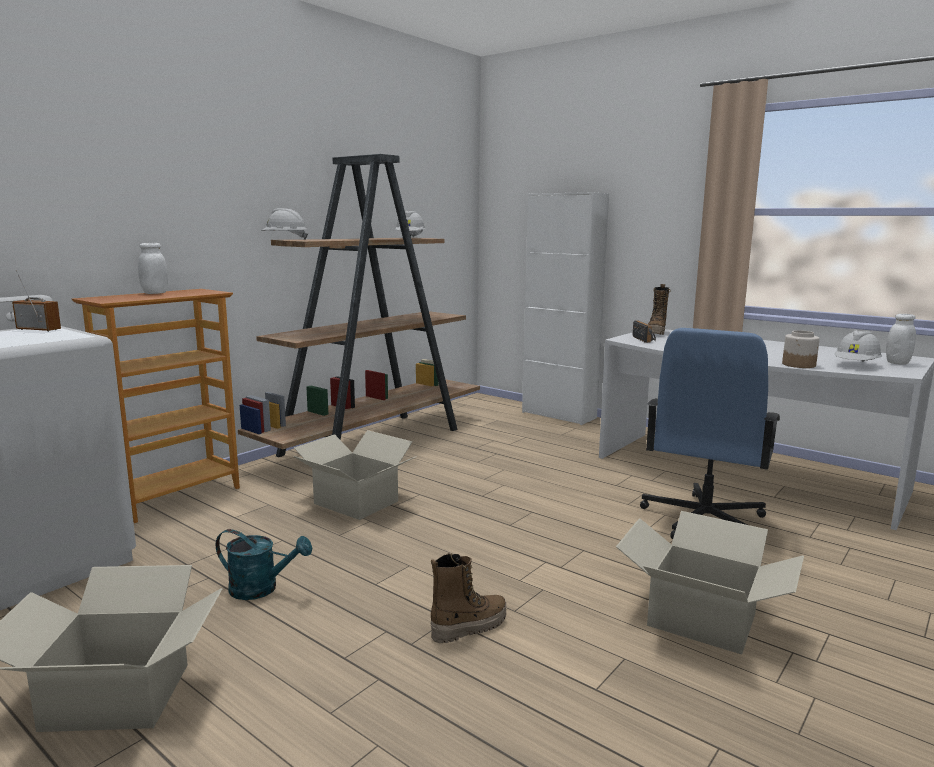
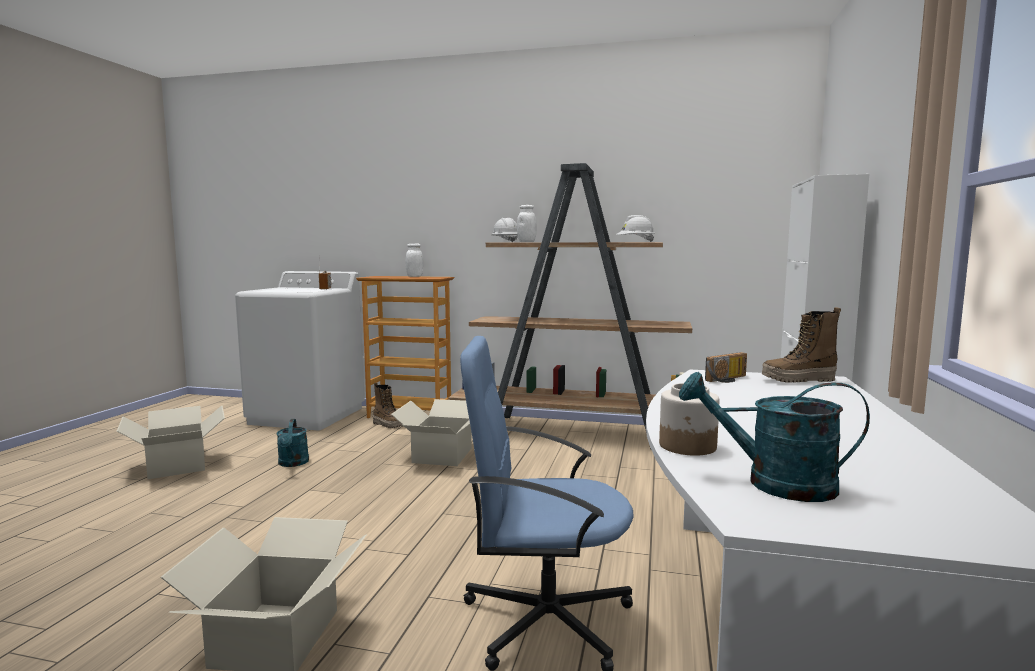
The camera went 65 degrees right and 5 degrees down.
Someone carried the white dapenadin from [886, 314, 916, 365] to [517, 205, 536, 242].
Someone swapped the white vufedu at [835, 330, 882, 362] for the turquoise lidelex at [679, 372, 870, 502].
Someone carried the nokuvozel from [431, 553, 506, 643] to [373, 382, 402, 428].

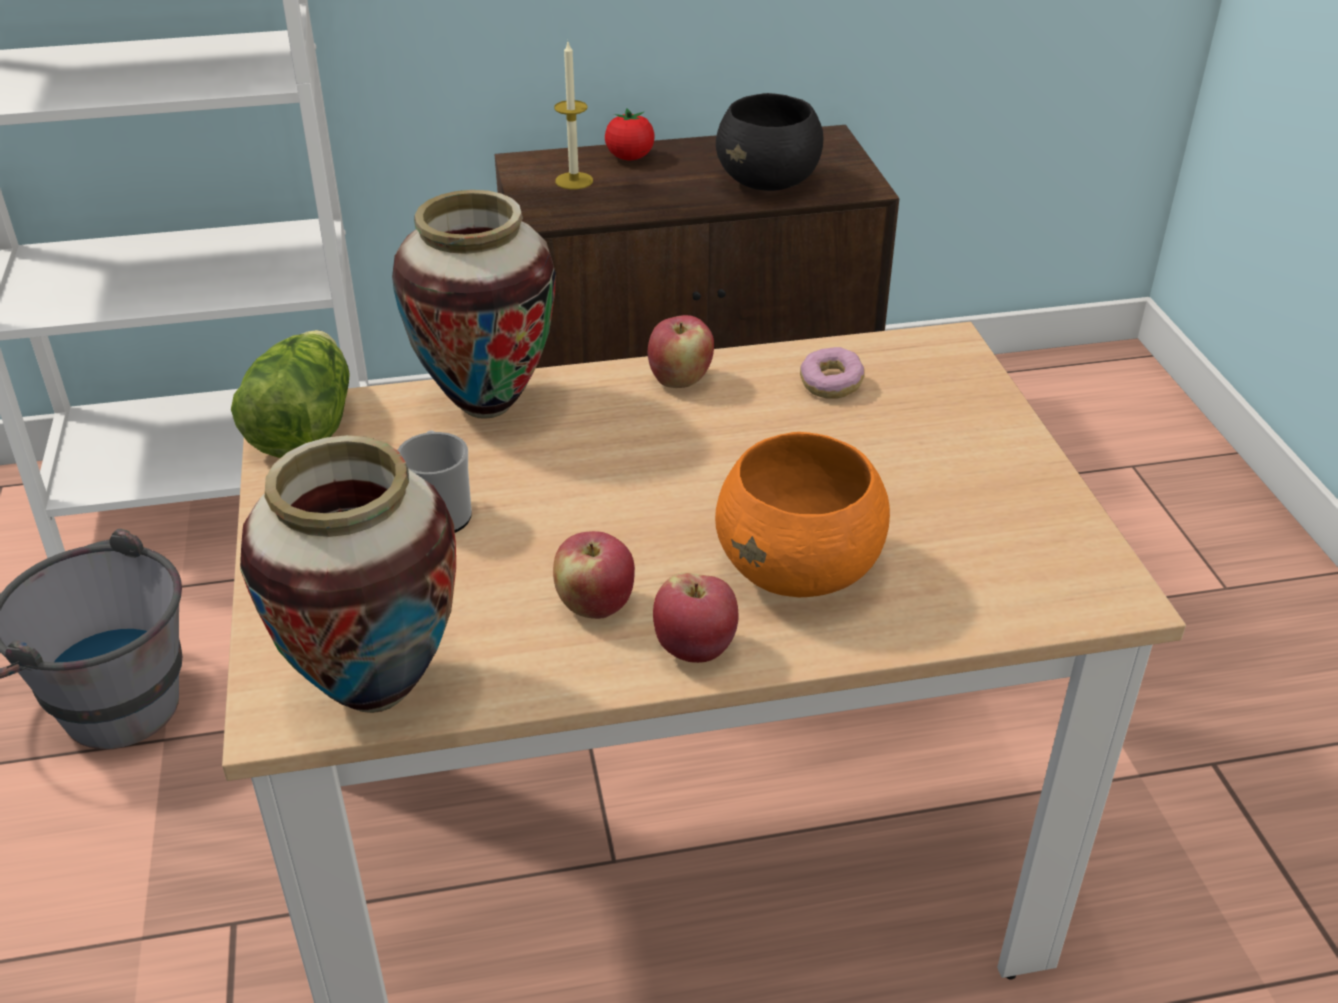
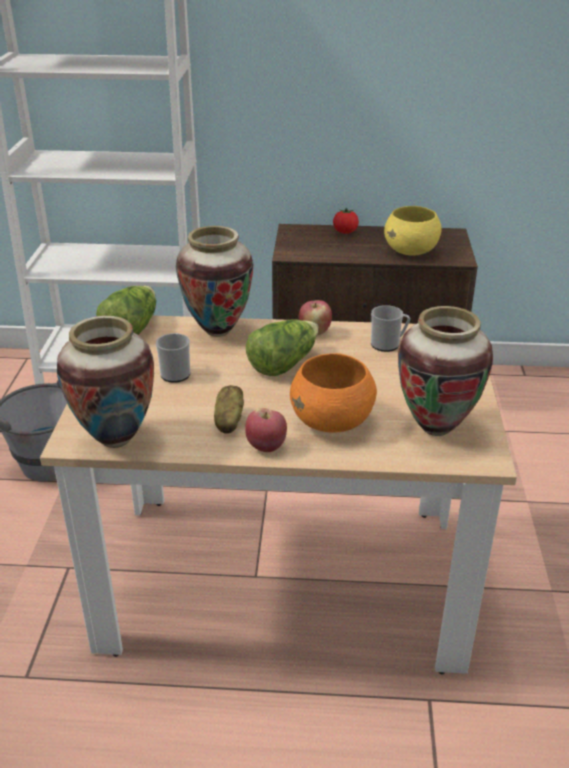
The camera went 15 degrees right and 5 degrees down.
Someone took away the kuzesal at [554, 42, 593, 189].
Someone repainted the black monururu at [716, 93, 823, 191], which became the yellow monururu at [384, 206, 442, 256].
Someone swapped the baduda at [800, 347, 865, 399] for the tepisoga at [371, 305, 410, 352].
Someone swapped the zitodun at [553, 531, 635, 619] for the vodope at [214, 385, 244, 434].
Someone put down the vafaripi at [398, 306, 493, 436].
Someone put down the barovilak at [246, 319, 319, 376].

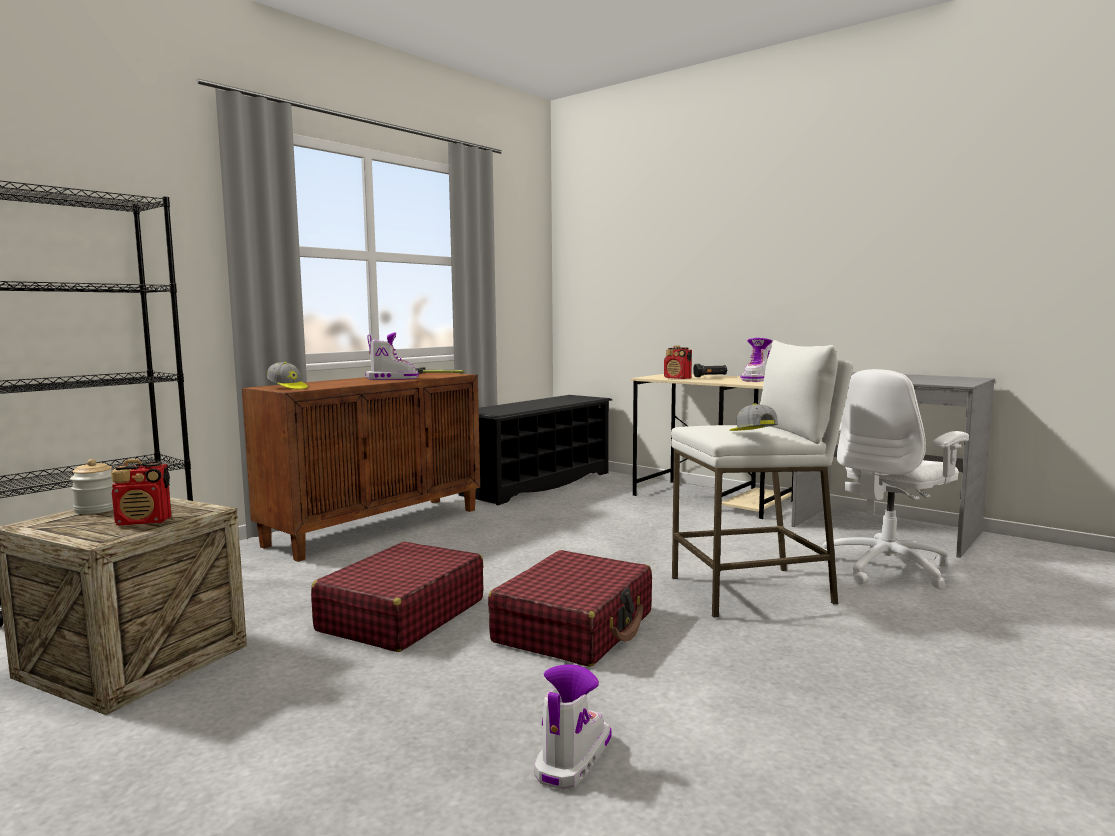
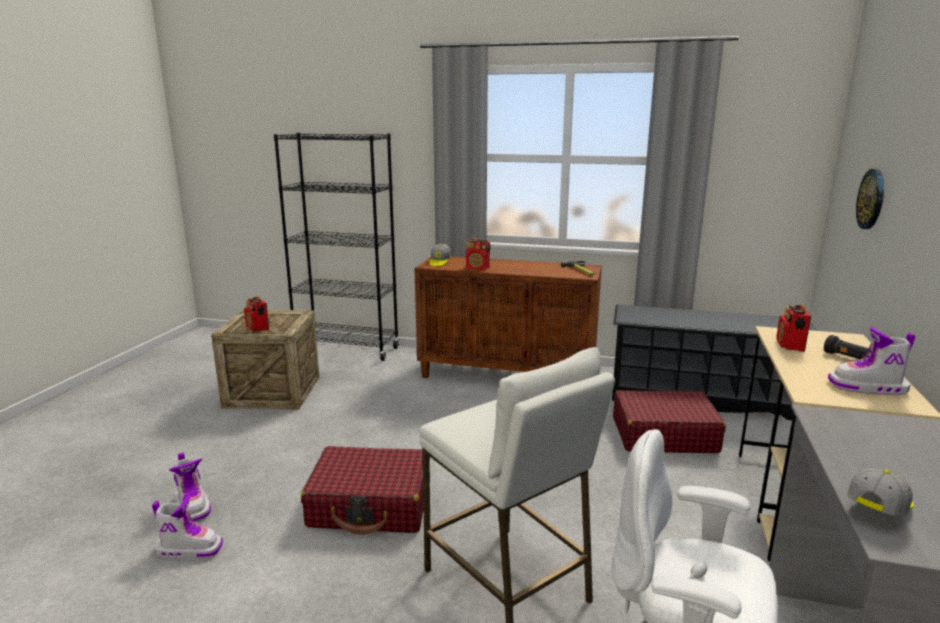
The camera went 65 degrees right and 10 degrees up.
Someone carried the nokuvozel from [365, 332, 419, 380] to [169, 452, 211, 522].
Someone carried the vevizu from [730, 403, 778, 431] to [847, 468, 914, 516].
Someone took away the dapenadin at [70, 459, 114, 514].
Someone carried the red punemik from [311, 541, 483, 652] to [613, 390, 726, 453].
Someone put up the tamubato at [856, 169, 884, 229].
Someone put down the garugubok at [466, 238, 490, 270].

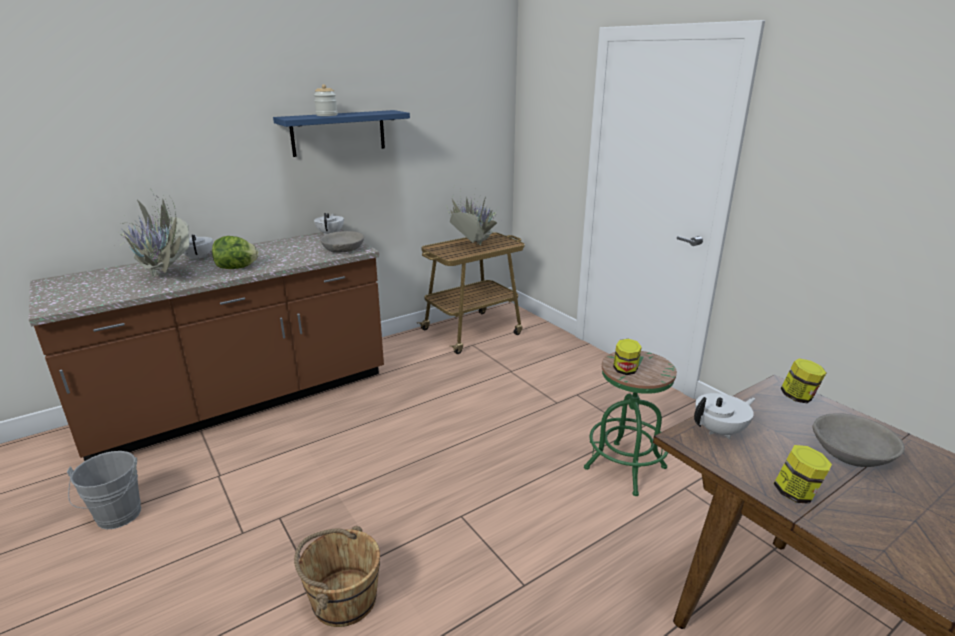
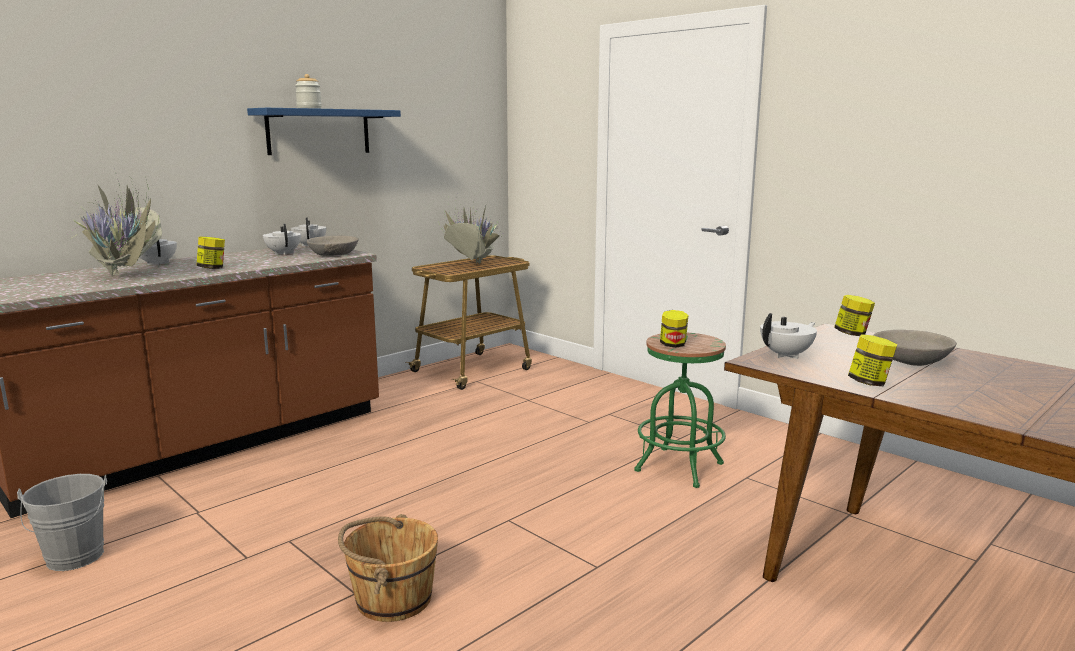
The camera went 10 degrees left and 10 degrees down.
Someone swapped the barovilak at [212, 236, 258, 269] for the dapenadin at [197, 237, 225, 269].
Someone put down the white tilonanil at [263, 224, 301, 255].

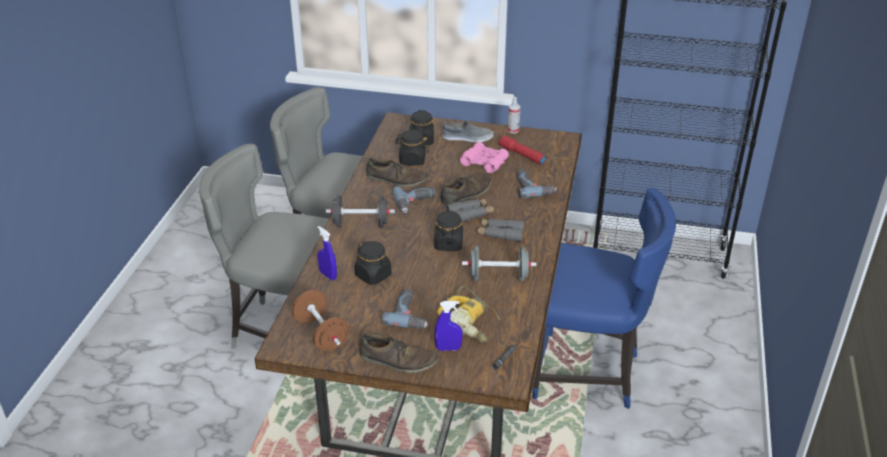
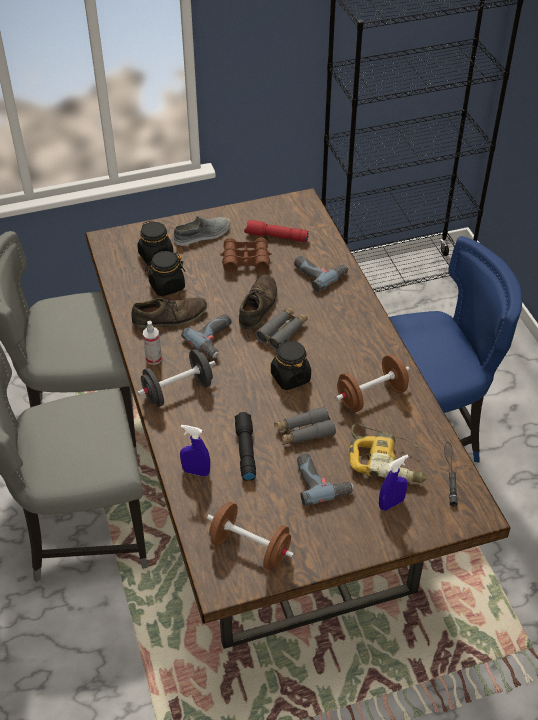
The camera went 30 degrees left and 10 degrees up.
Someone carried the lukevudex from [508, 97, 520, 133] to [143, 321, 162, 365].
Someone repainted the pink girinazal at [460, 142, 509, 173], which became the brown girinazal at [220, 238, 272, 273].
Someone carried the grey girinazal from [477, 219, 524, 242] to [274, 406, 336, 445].
Someone swapped the black dapenadin at [355, 241, 391, 285] for the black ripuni at [235, 412, 256, 481].
Someone repainted the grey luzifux at [462, 246, 536, 282], which became the brown luzifux at [335, 354, 410, 412].
Someone took away the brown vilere at [360, 333, 438, 373].

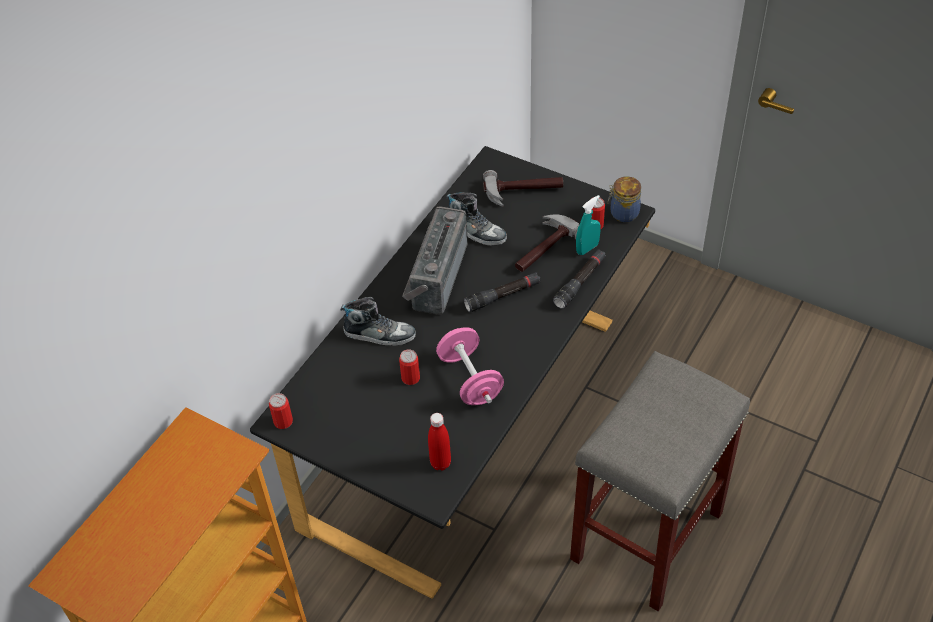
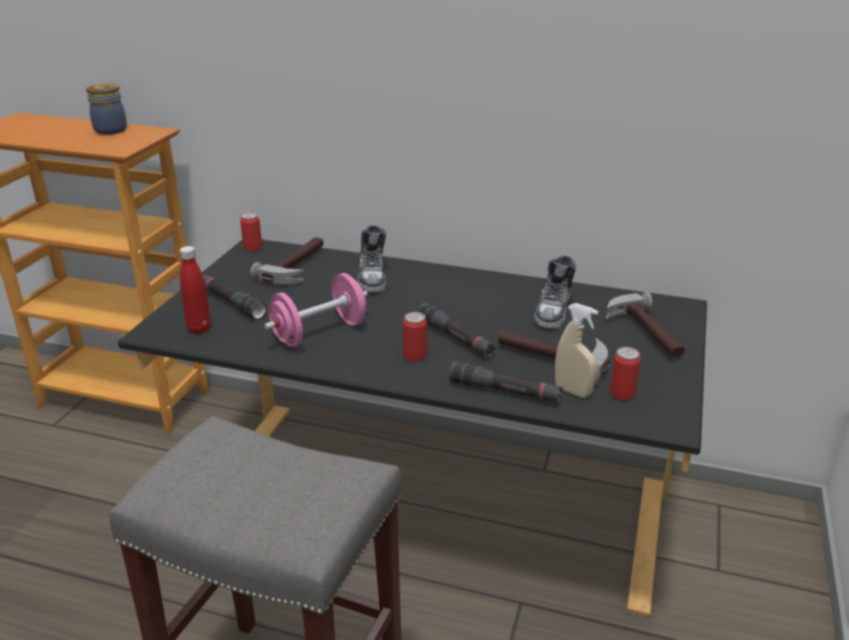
The camera went 75 degrees right and 20 degrees down.
Someone carried the dapenadin from [608, 177, 641, 222] to [86, 83, 127, 135].
Someone repainted the turquoise lukevudex at [576, 195, 600, 255], which became the beige lukevudex at [555, 303, 598, 397].
Someone took away the garugubok at [402, 206, 468, 315].
Someone carried the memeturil from [399, 349, 420, 385] to [403, 312, 427, 362].
Someone put down the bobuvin at [250, 237, 324, 285].
Someone put down the black ripuni at [203, 274, 267, 319].

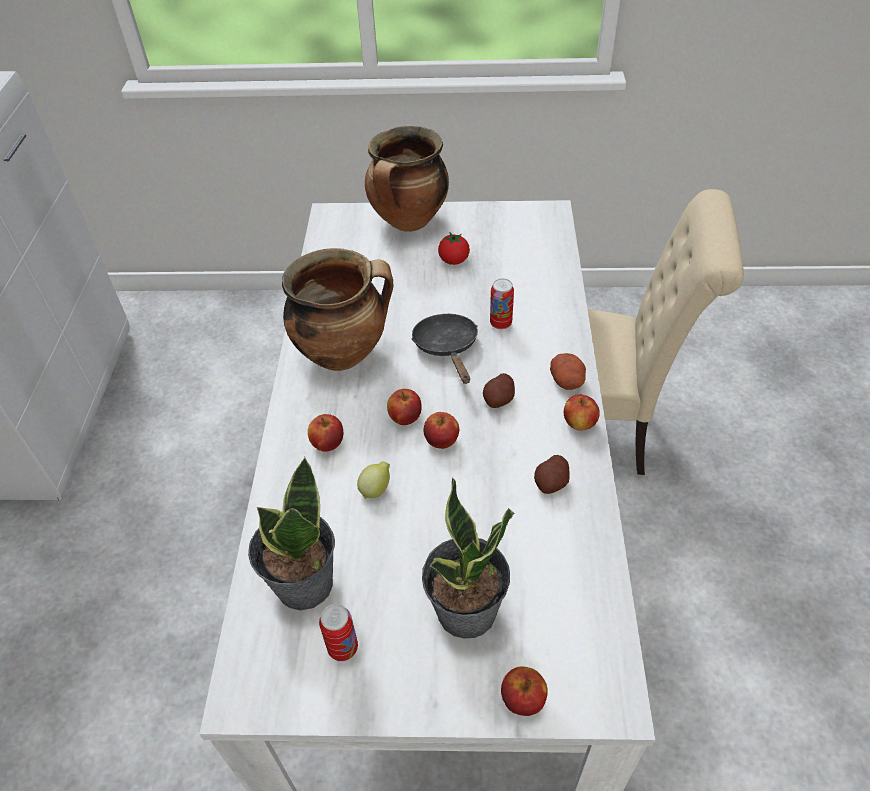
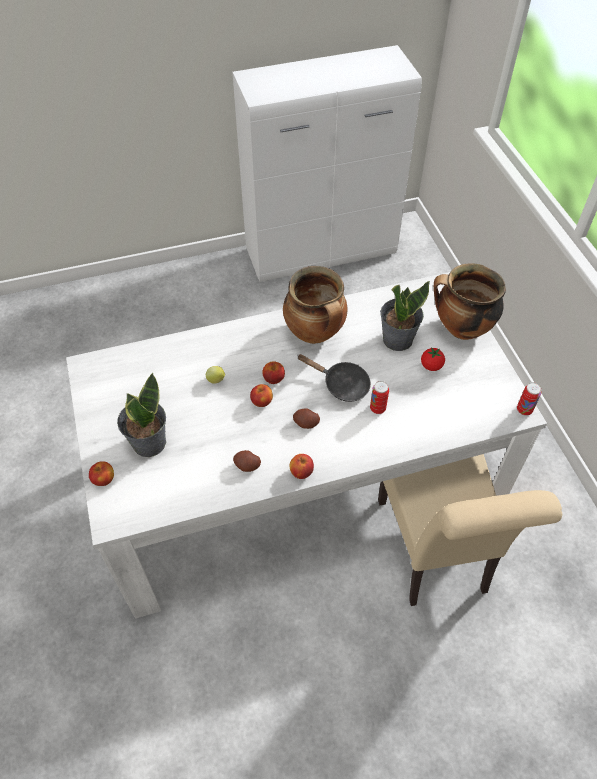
The camera went 70 degrees right and 5 degrees up.
Someone rotated the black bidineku at [412, 314, 478, 384] by 60 degrees clockwise.
Someone took away the vodope at [550, 353, 586, 390].
Someone took away the zitodun at [308, 414, 343, 452].
Someone carried the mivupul from [248, 457, 335, 611] to [380, 281, 430, 351].
Someone carried the memeturil from [319, 604, 358, 661] to [517, 382, 541, 416].

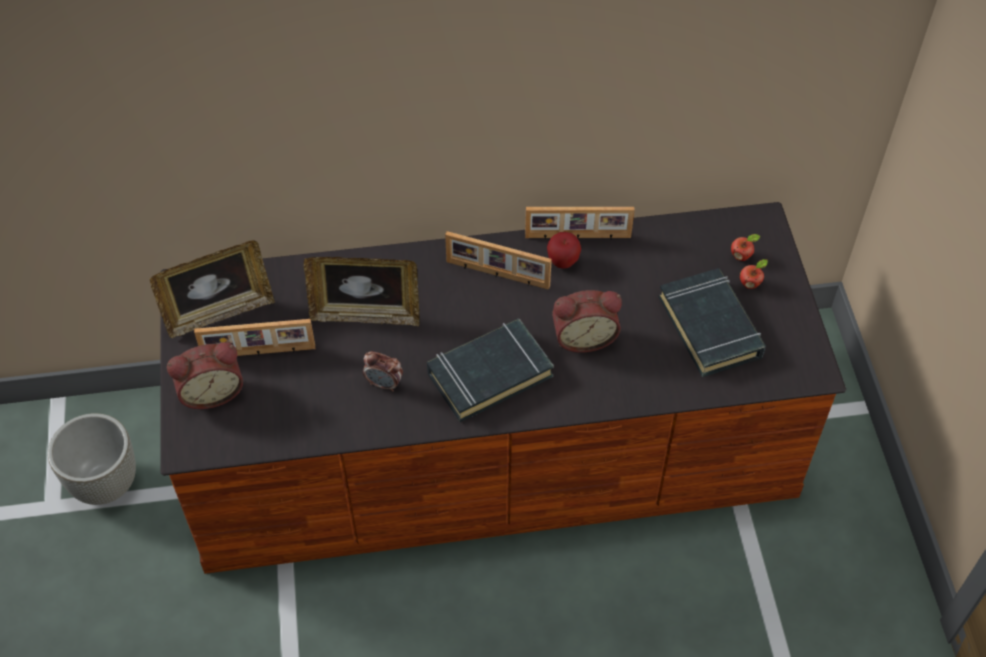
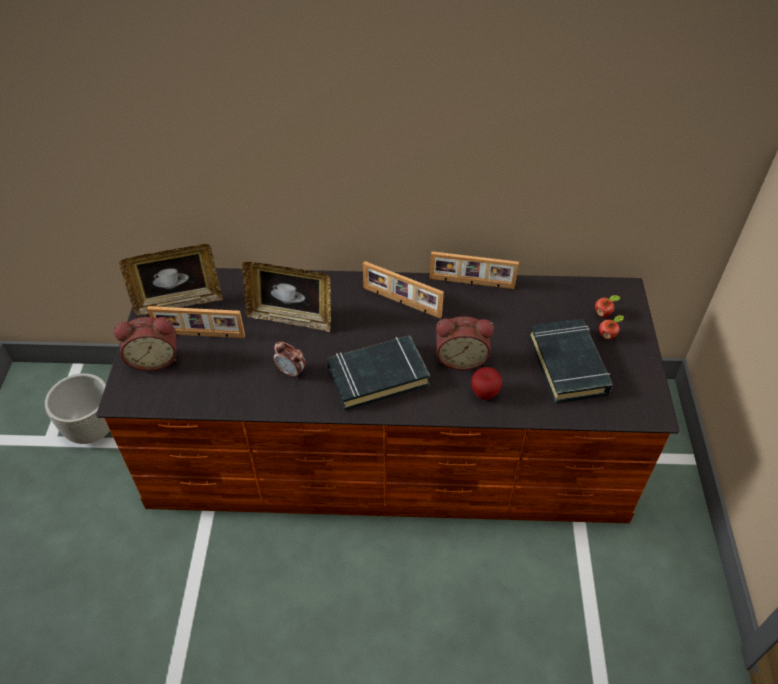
The camera went 10 degrees right and 5 degrees down.
Someone carried the zitodun from [547, 232, 581, 268] to [471, 367, 502, 400].

